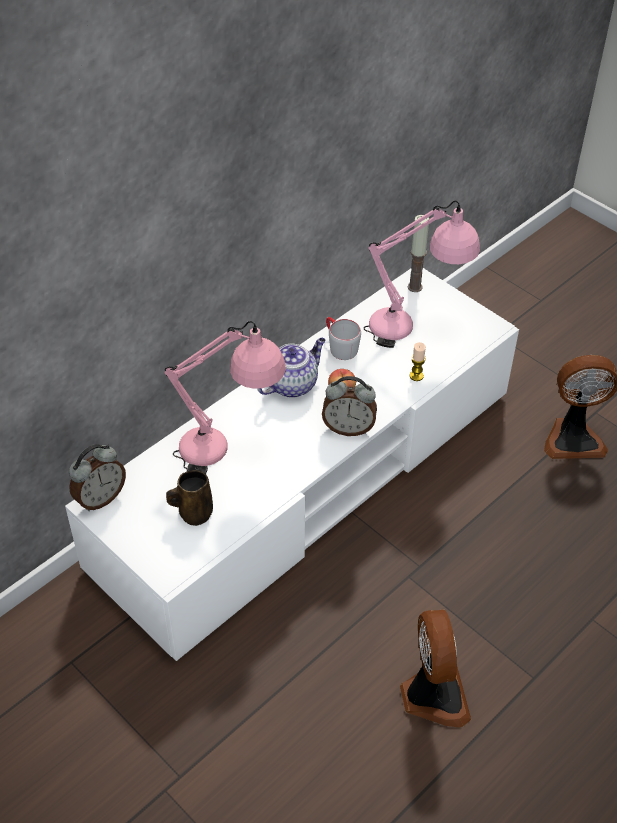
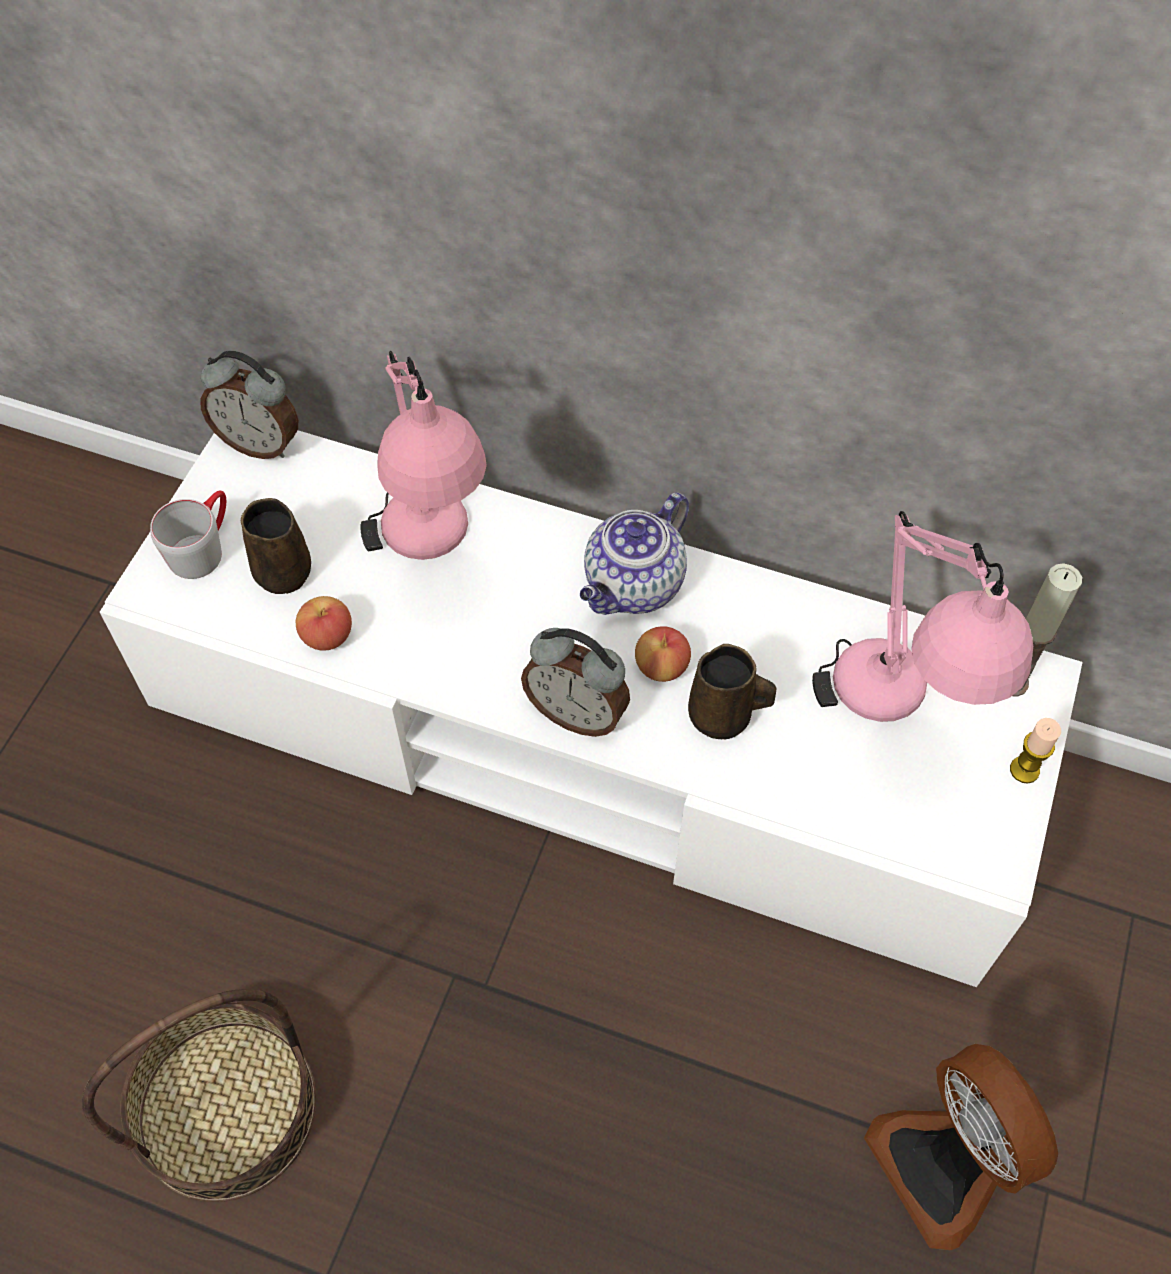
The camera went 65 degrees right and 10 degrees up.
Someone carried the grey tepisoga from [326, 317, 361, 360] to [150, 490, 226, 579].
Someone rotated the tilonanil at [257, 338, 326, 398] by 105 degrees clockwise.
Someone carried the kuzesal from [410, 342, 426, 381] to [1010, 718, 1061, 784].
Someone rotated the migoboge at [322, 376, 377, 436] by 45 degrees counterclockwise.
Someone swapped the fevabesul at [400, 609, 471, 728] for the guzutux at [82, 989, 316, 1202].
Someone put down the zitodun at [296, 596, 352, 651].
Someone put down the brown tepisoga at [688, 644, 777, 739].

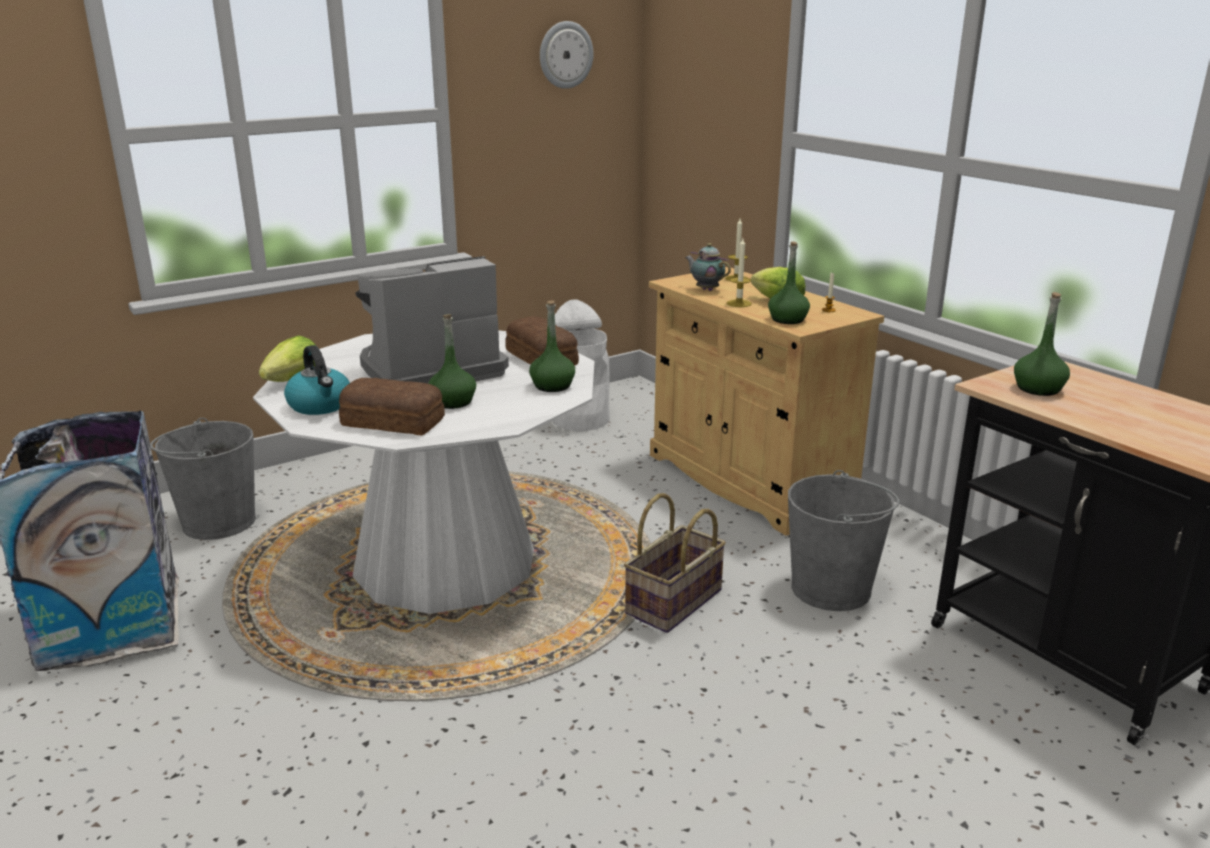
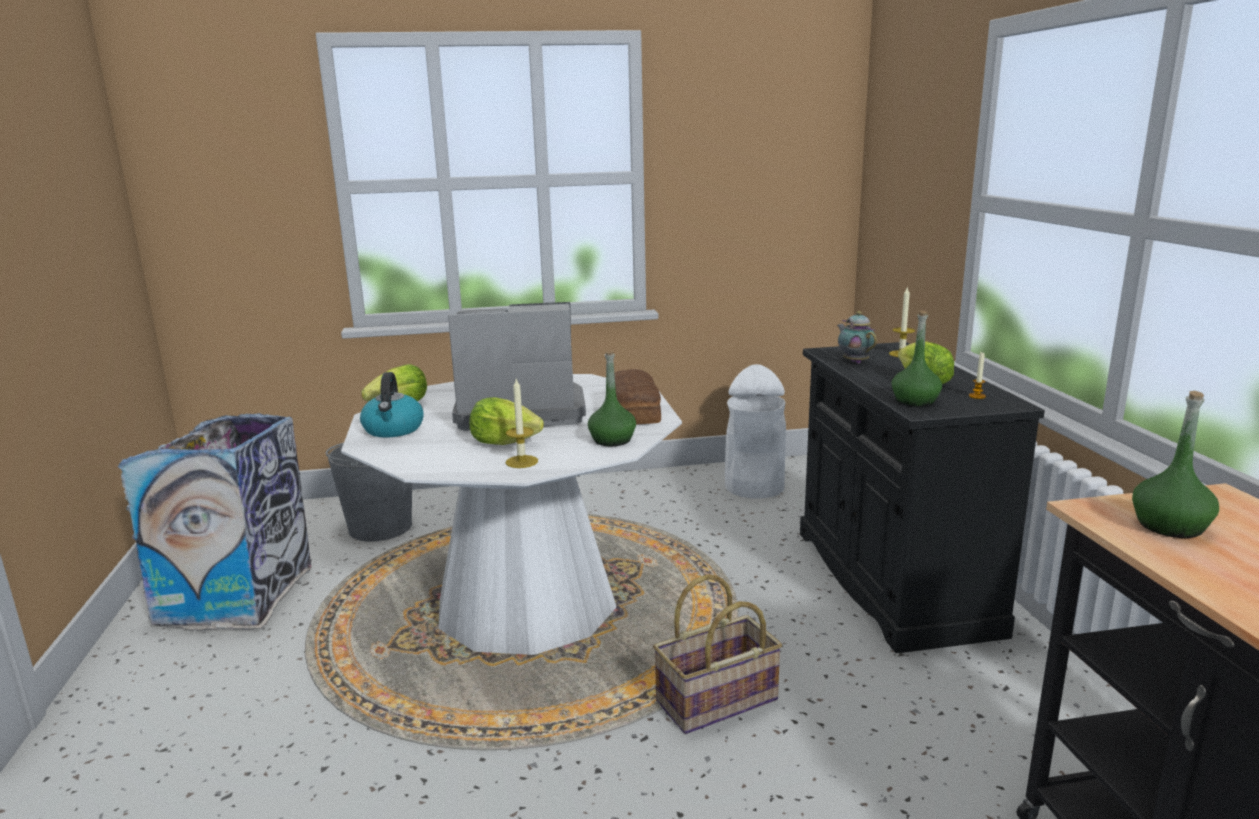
The camera went 25 degrees right and 5 degrees down.
Someone took away the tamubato at [540, 21, 594, 89].
Someone carried the kuzesal from [727, 238, 752, 307] to [506, 379, 538, 468].
Someone repainted the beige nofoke at [649, 267, 884, 536], which became the black nofoke at [800, 342, 1045, 653].
Someone swapped the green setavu at [428, 314, 476, 409] for the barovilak at [469, 397, 544, 445].
Someone took away the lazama at [339, 378, 445, 435].
Someone took away the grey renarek at [788, 470, 900, 611].

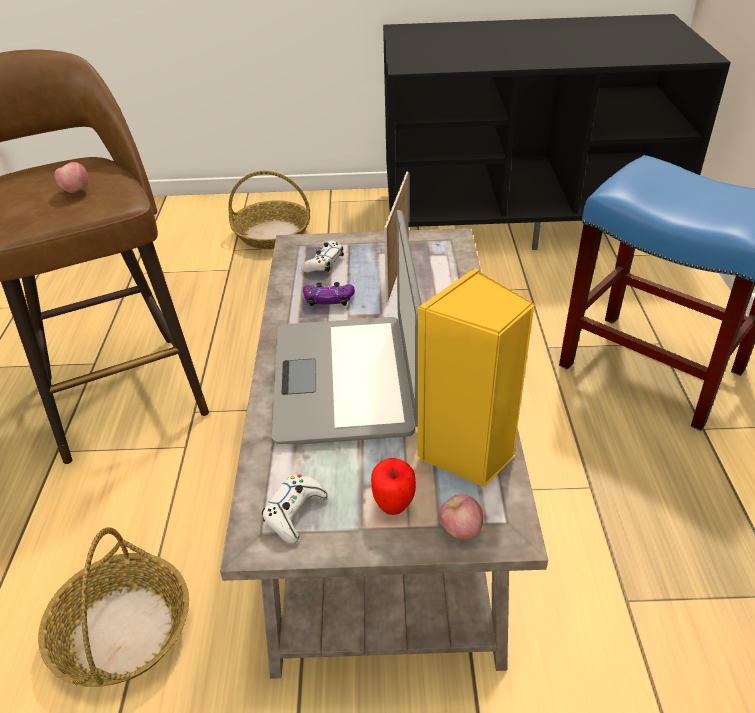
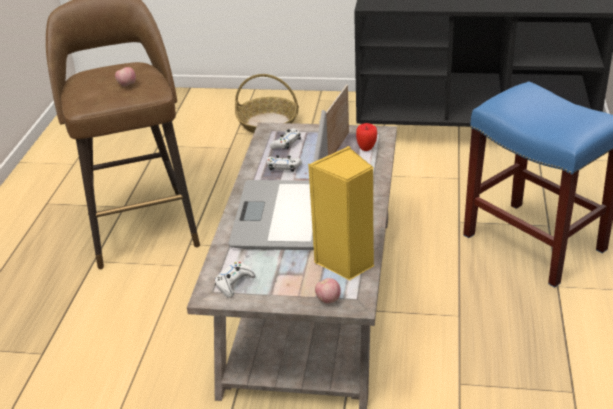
The camera went 10 degrees right and 5 degrees down.
Someone repainted the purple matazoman at [303, 282, 355, 306], which became the white matazoman at [267, 155, 302, 172].
Someone carried the zitodun from [371, 458, 416, 515] to [356, 123, 377, 151].
Someone took away the guzutux at [38, 527, 189, 687].

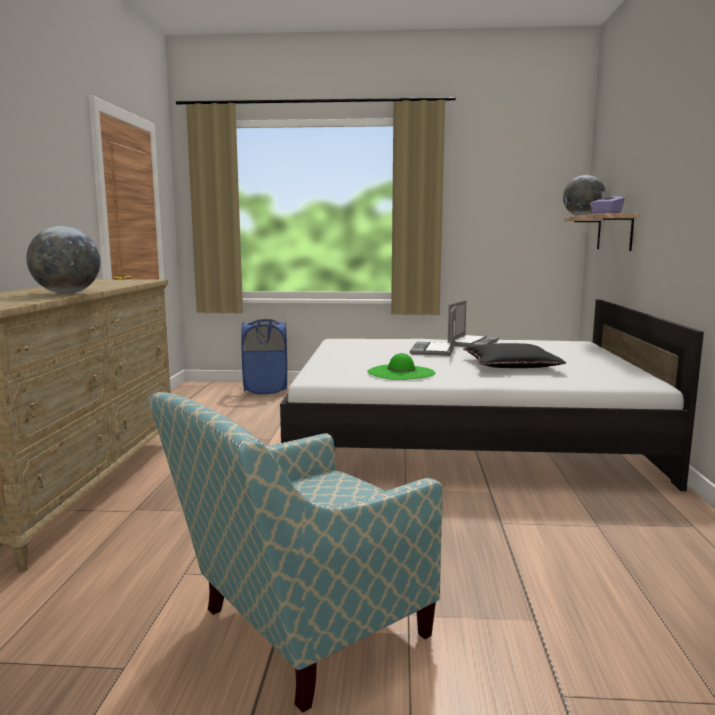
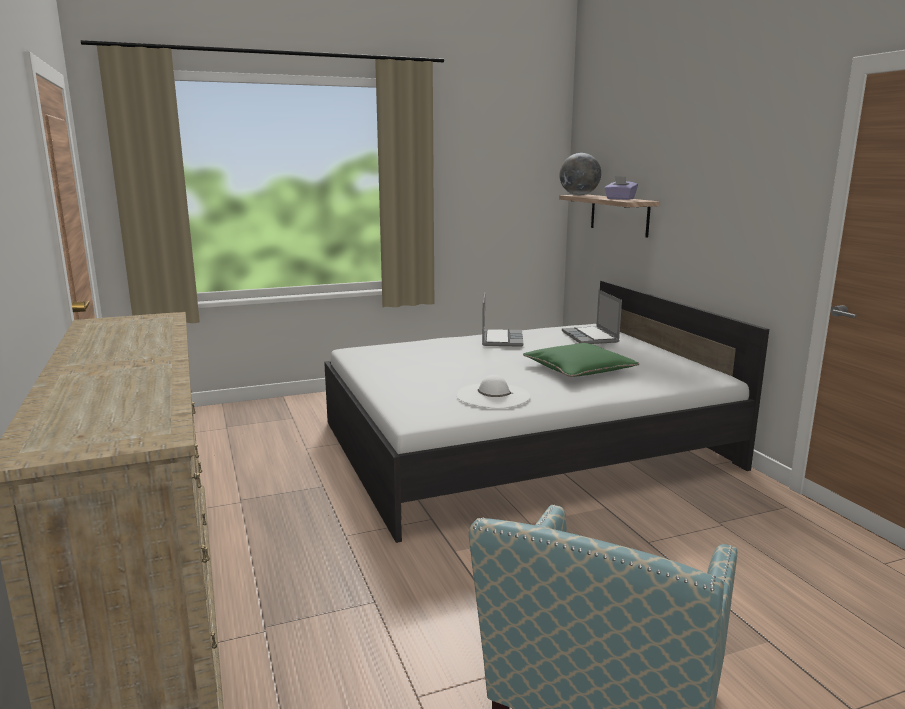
The camera went 25 degrees left and 5 degrees up.
Someone took away the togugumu at [26, 226, 100, 294].
Someone carried the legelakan from [410, 305, 456, 356] to [562, 290, 622, 344].
Someone took away the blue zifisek at [241, 319, 287, 394].
Someone repainted the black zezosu at [463, 343, 566, 368], which became the green zezosu at [523, 343, 639, 377].
Someone repainted the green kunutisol at [367, 353, 435, 380], which became the white kunutisol at [457, 375, 531, 409].

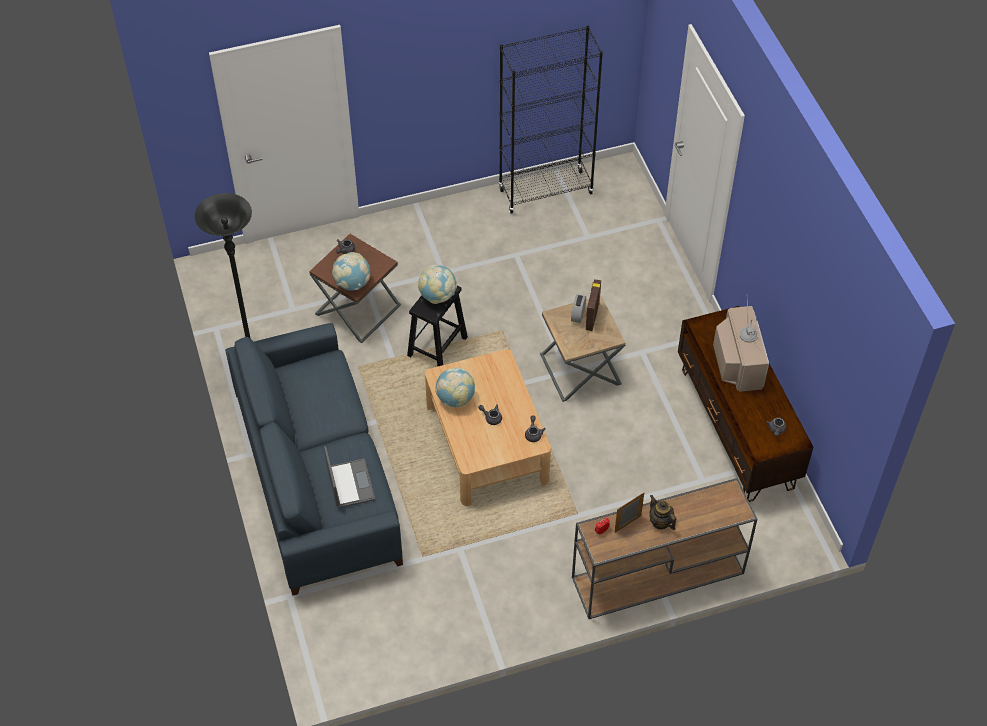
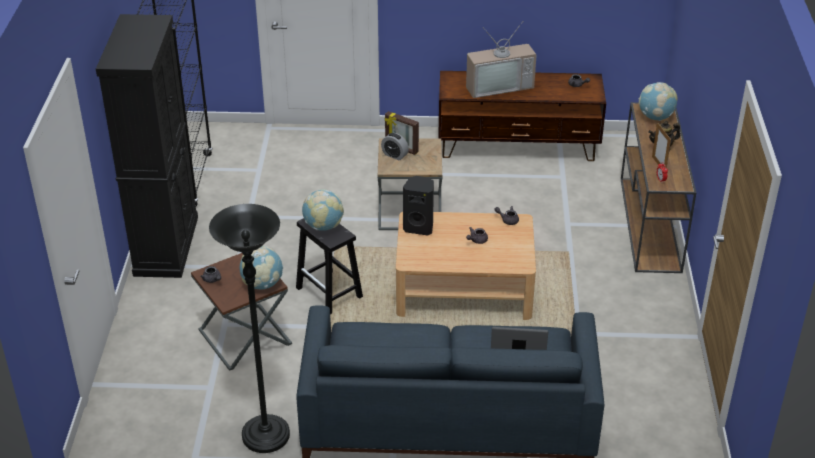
The camera went 70 degrees left and 15 degrees down.
Someone rotated the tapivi at [713, 300, 769, 392] by 150 degrees clockwise.
Someone carried the togugumu from [435, 368, 475, 408] to [639, 82, 678, 121].
Someone put down the black nofoke at [96, 14, 198, 278].
Someone put down the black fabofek at [403, 176, 434, 236].

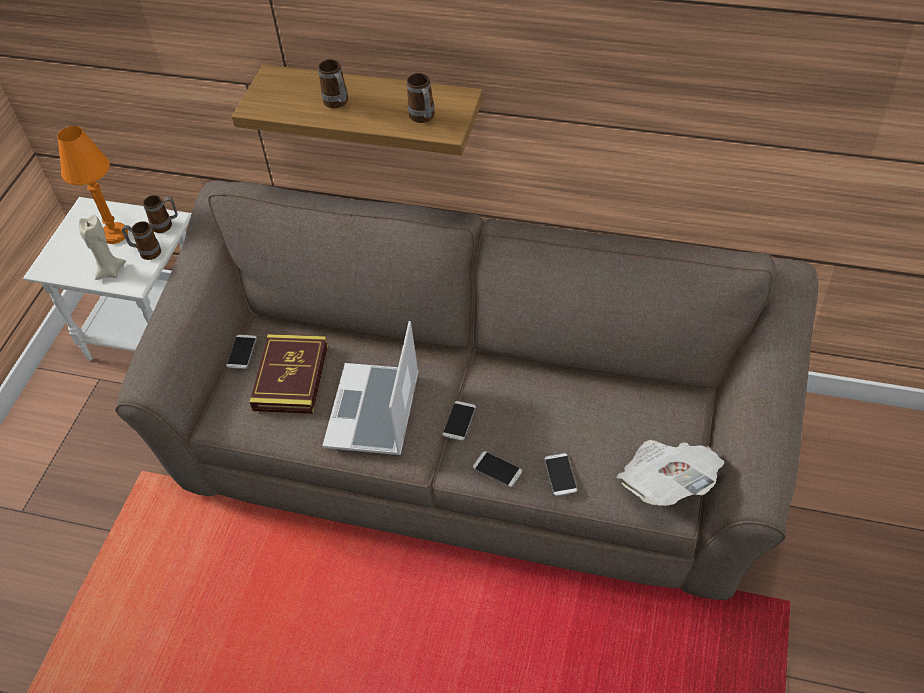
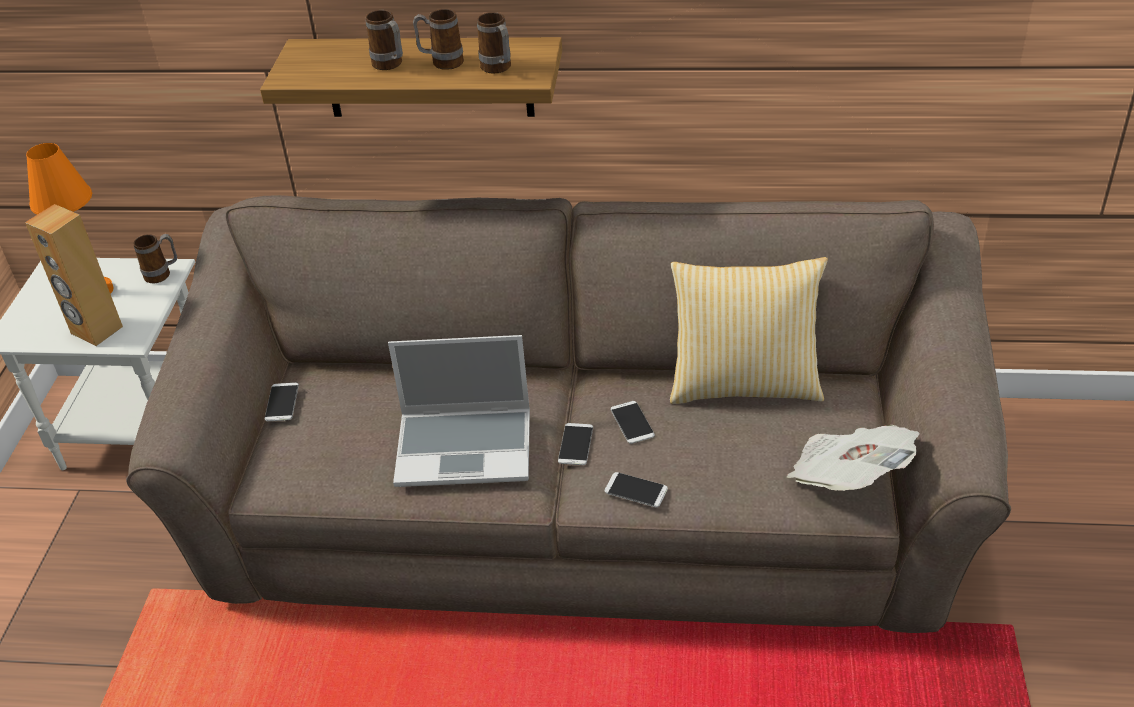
The camera went 10 degrees left and 10 degrees down.
Someone swapped the beige kuzesal at [79, 214, 126, 280] for the brown fabofek at [25, 204, 123, 346].
Someone carried the tepisoga from [122, 221, 161, 260] to [413, 9, 464, 70].
Someone rotated the legelakan at [322, 321, 419, 455] by 90 degrees counterclockwise.
Someone took away the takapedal at [250, 334, 328, 414].
Someone carried the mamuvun from [544, 453, 577, 496] to [610, 401, 655, 444].
Someone put down the zezosu at [670, 257, 828, 404].

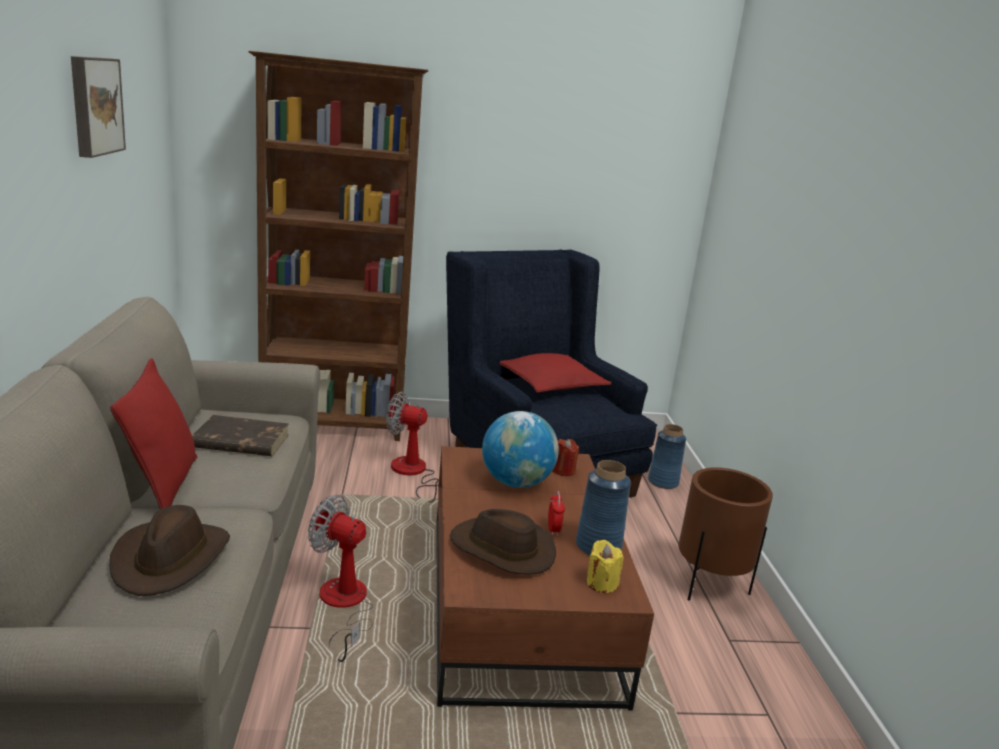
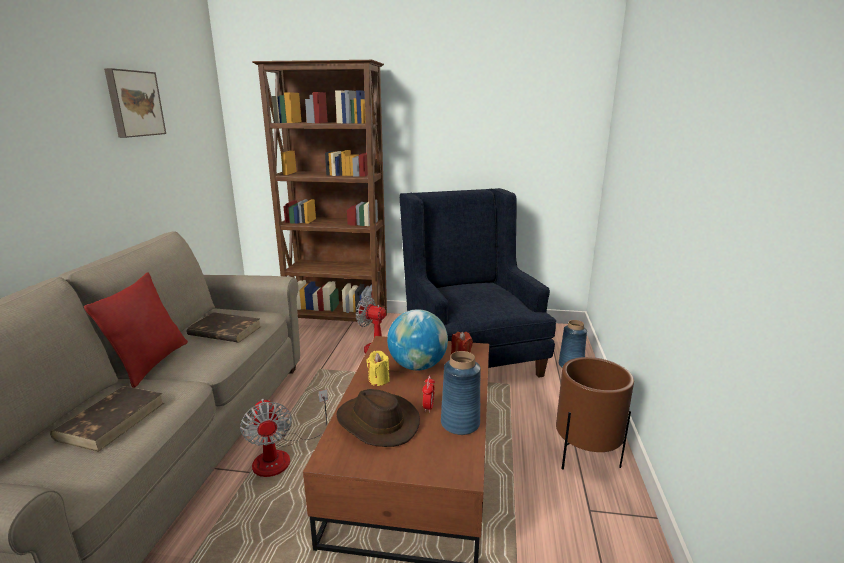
The camera went 15 degrees right and 0 degrees up.
Someone took away the red zezosu at [499, 353, 612, 393].
Someone rotated the fevabesul at [308, 495, 373, 662] by 150 degrees counterclockwise.
Someone swapped the brown kunutisol at [110, 505, 230, 596] for the brown takapedal at [50, 386, 164, 452].
Someone carried the yellow kuzesal from [587, 540, 623, 593] to [367, 351, 390, 386].

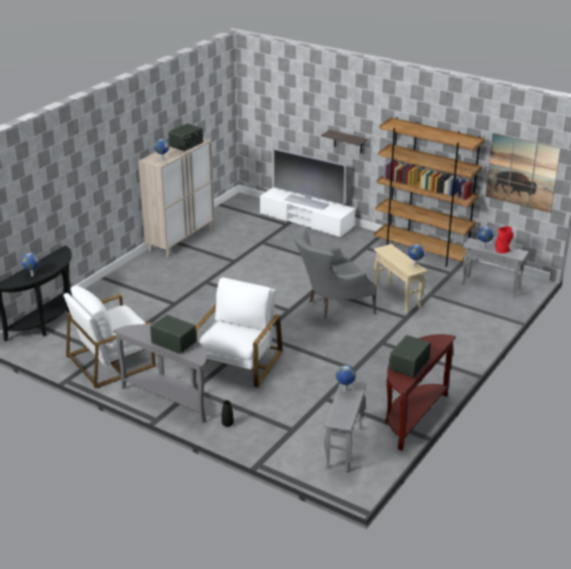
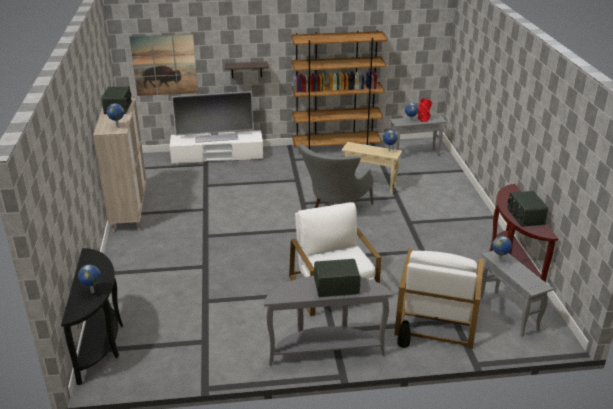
The camera went 40 degrees left and 0 degrees up.
Someone carried the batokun from [485, 133, 561, 213] to [129, 34, 198, 96].
Someone carried the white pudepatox from [64, 285, 156, 389] to [394, 248, 484, 349].

